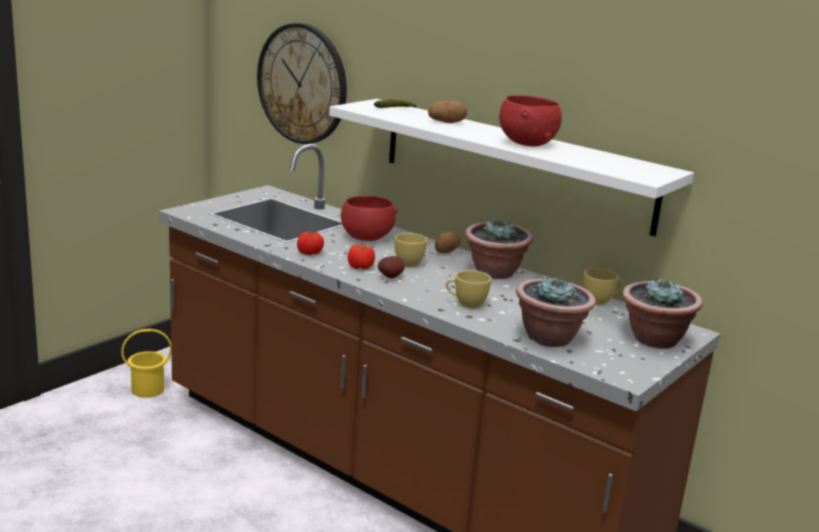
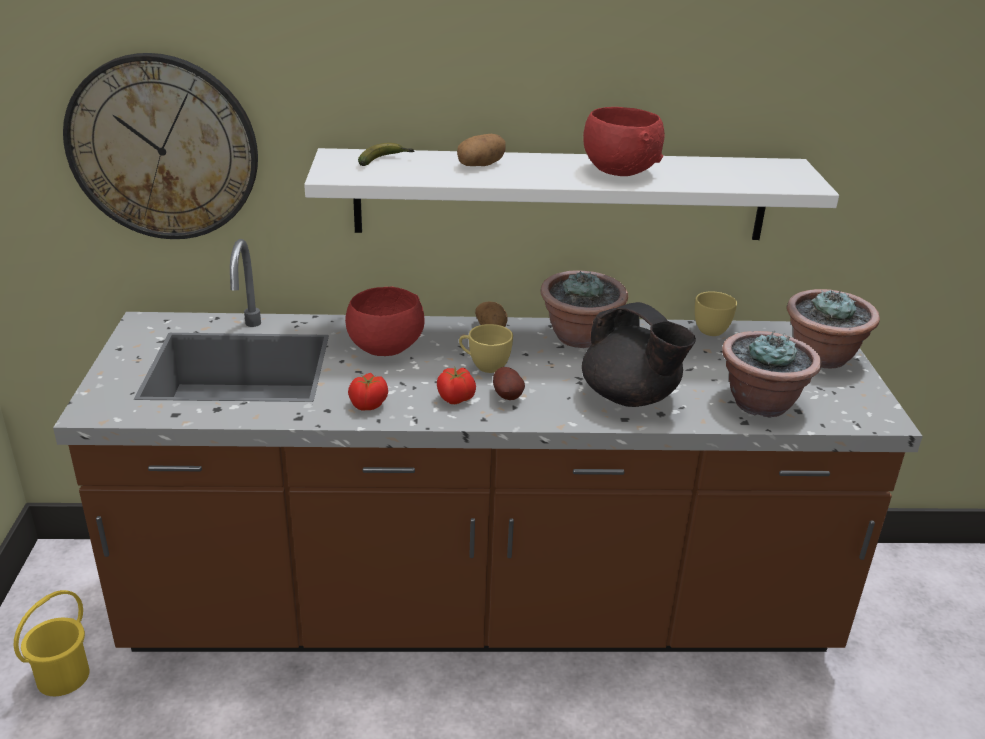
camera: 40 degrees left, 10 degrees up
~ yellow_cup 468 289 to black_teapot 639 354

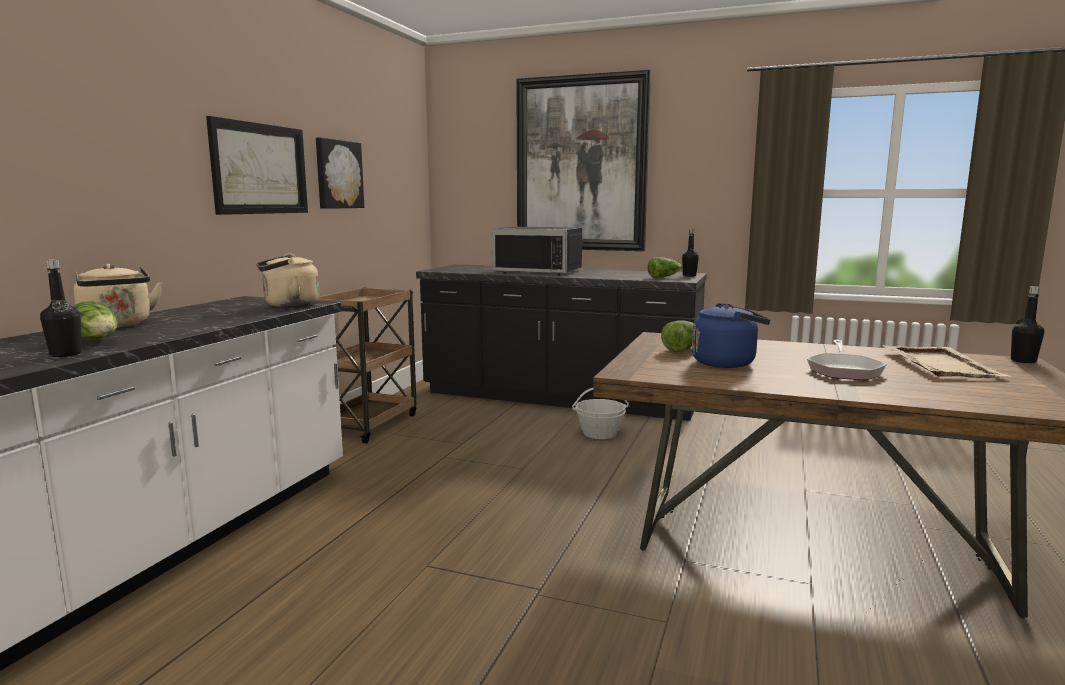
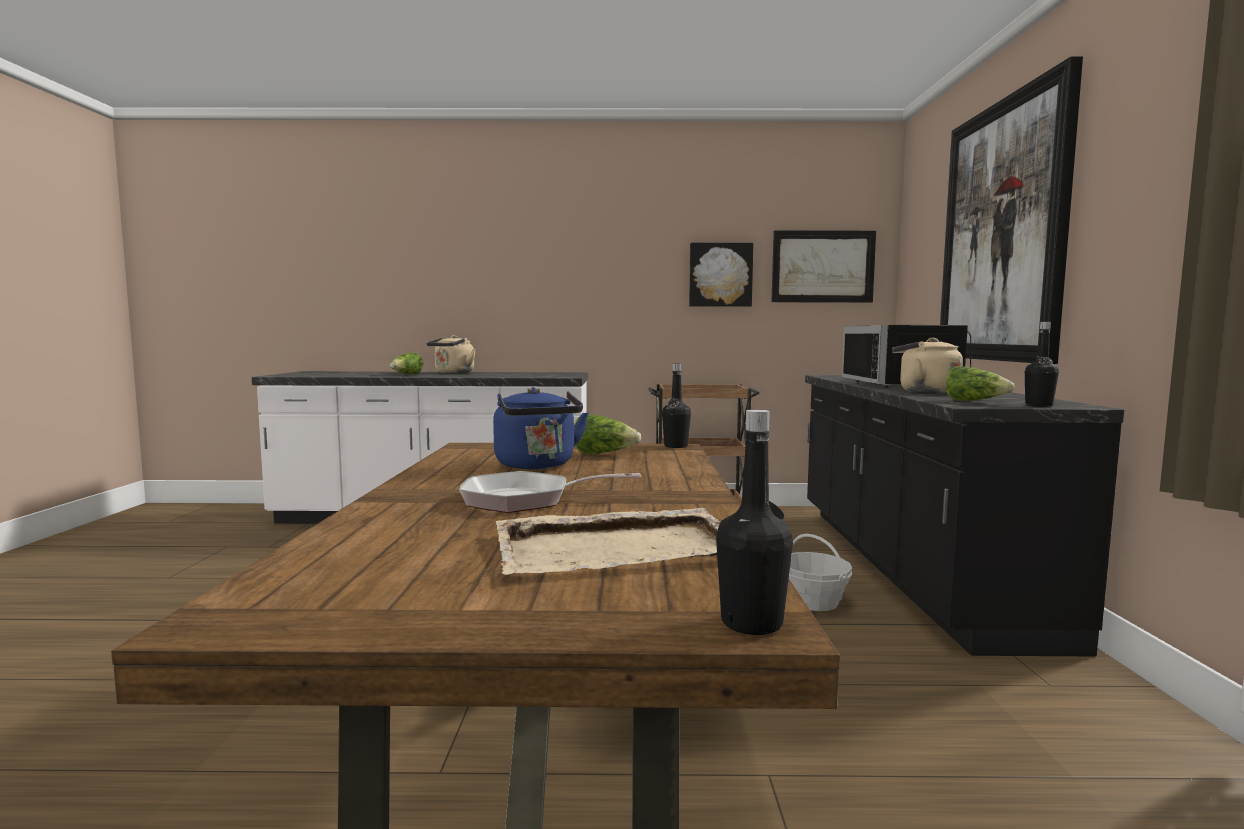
camera: 70 degrees right, 5 degrees down
~ black_bottle 61 308 to 676 405
~ picture 257 165 to 824 266
~ beige_kettle 288 280 to 927 366

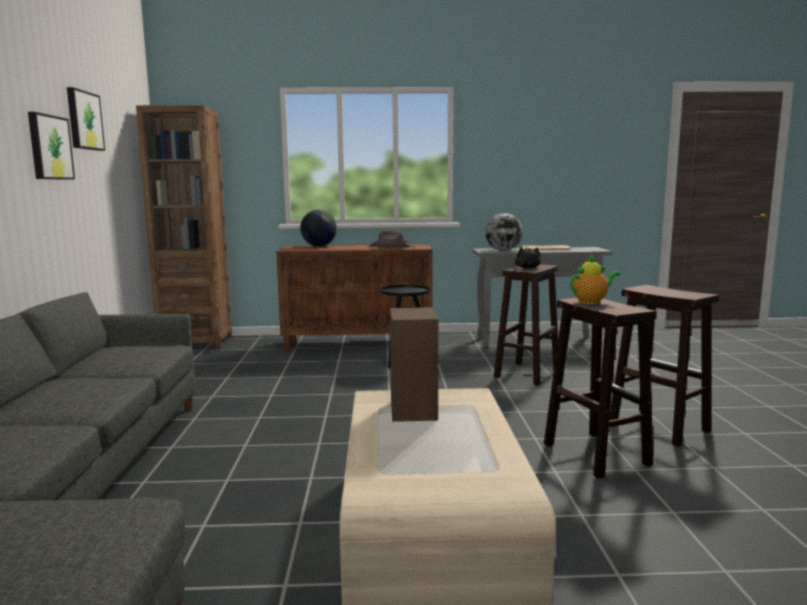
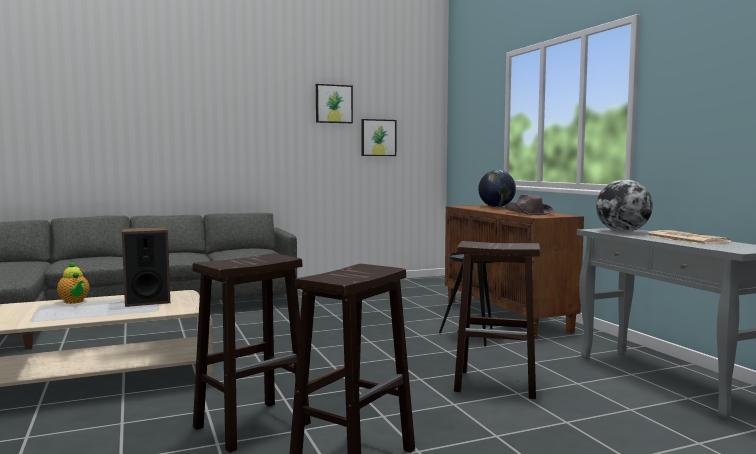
camera: 70 degrees right, 5 degrees down
~ teapot 595 279 to 73 282
~ picture 51 146 to 378 137
- brown_bookcase 184 227
- black_plush_toy 528 258

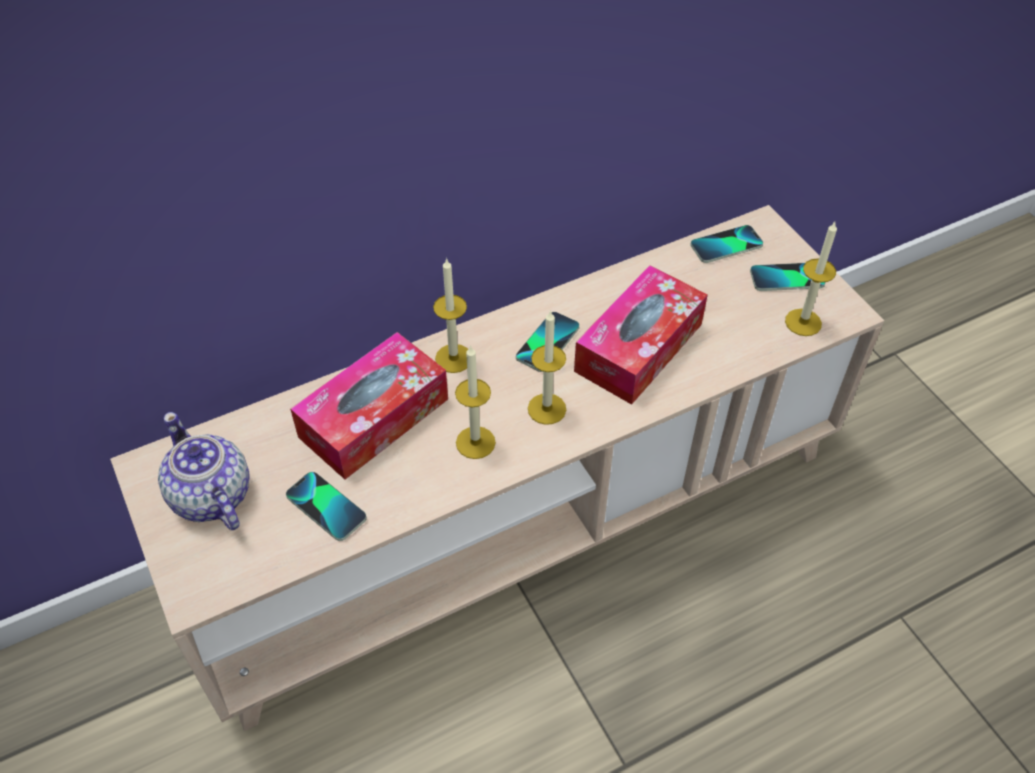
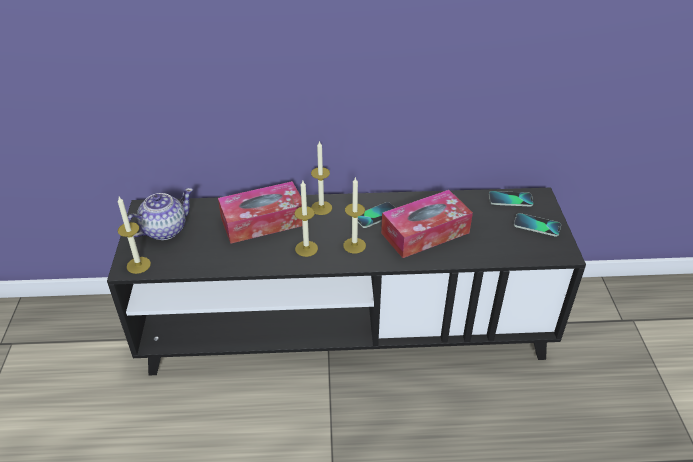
camera: 25 degrees right, 10 degrees down
~ beige_tv_stand 497 468 to black_tv_stand 346 281
~ candle 811 279 to 134 235
~ teapot 204 471 = 160 214 60 degrees clockwise
- phone 326 506

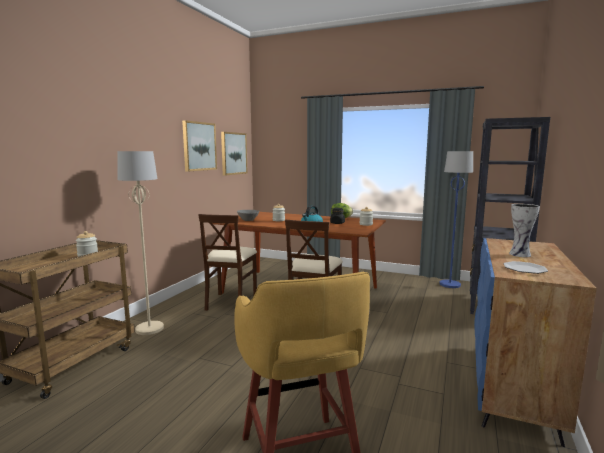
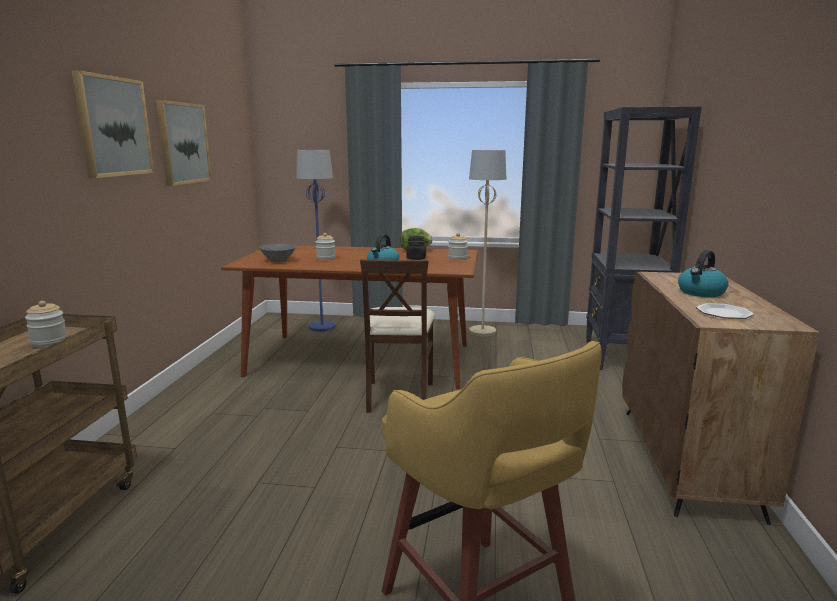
camera: 15 degrees left, 5 degrees up
~ picture 234 154 to 113 124
~ blue_floor_lamp 456 219 to 315 241
~ beige_floor_lamp 141 243 to 487 243
~ blue_cabinet 535 342 to brown_cabinet 721 398
~ vase 524 230 to kettle 703 273
- beige_chair 227 262

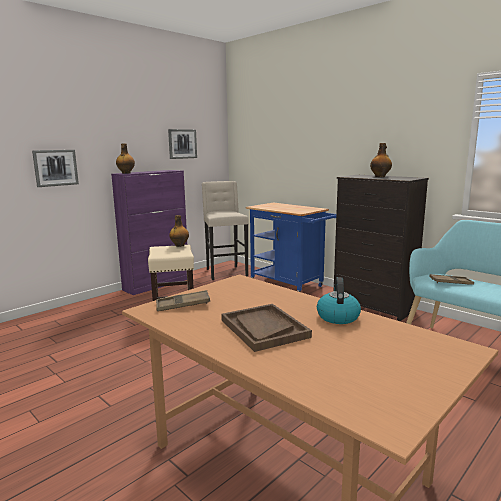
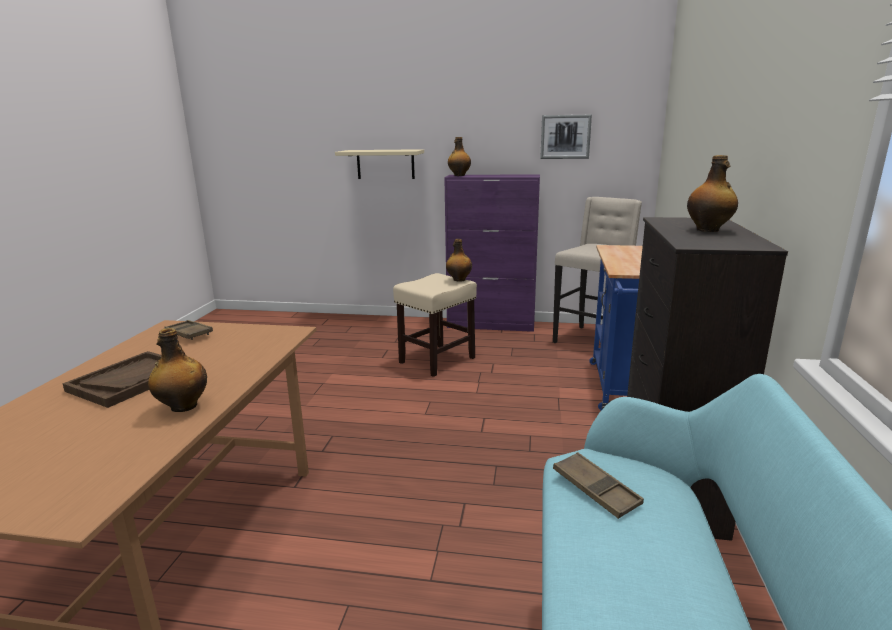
camera: 55 degrees right, 5 degrees up
~ kettle 339 300 to bottle 177 370
~ picture 55 168 to beige_shelf 379 164

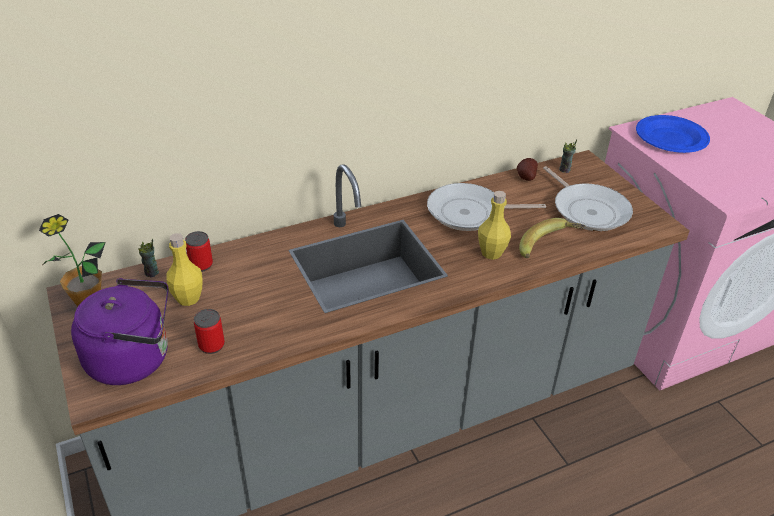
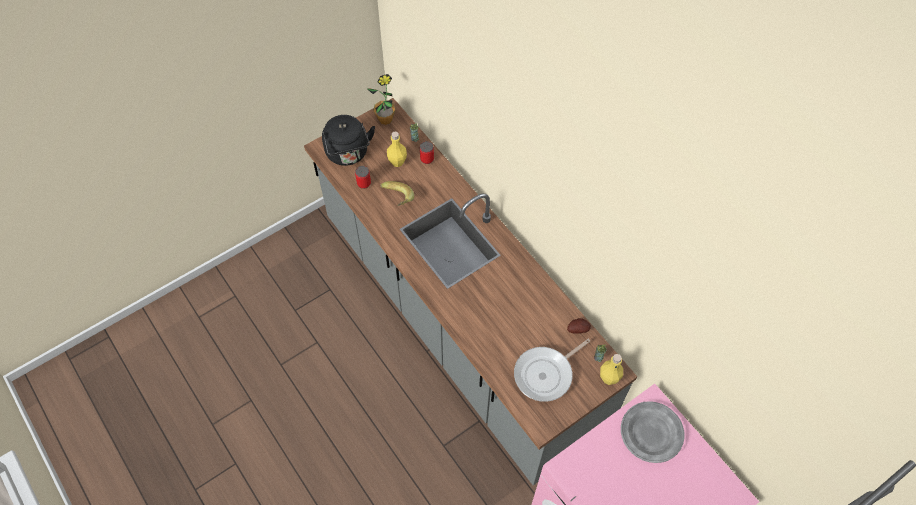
camera: 80 degrees right, 20 degrees up
~ purple_kettle 120 331 to black_kettle 348 140
~ banana 552 238 to 397 193
~ yellow_bottle 494 225 to 611 369
~ blue_plate 673 134 to grey_plate 653 432
- frying_pan 486 207

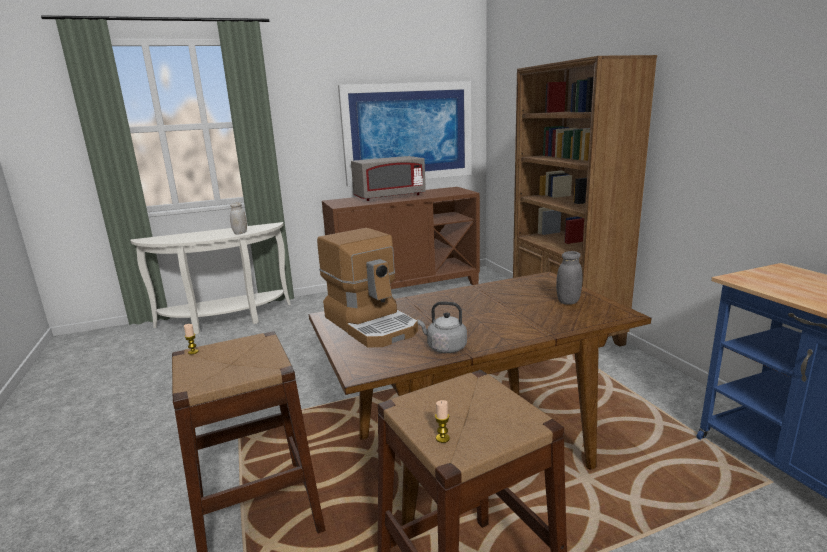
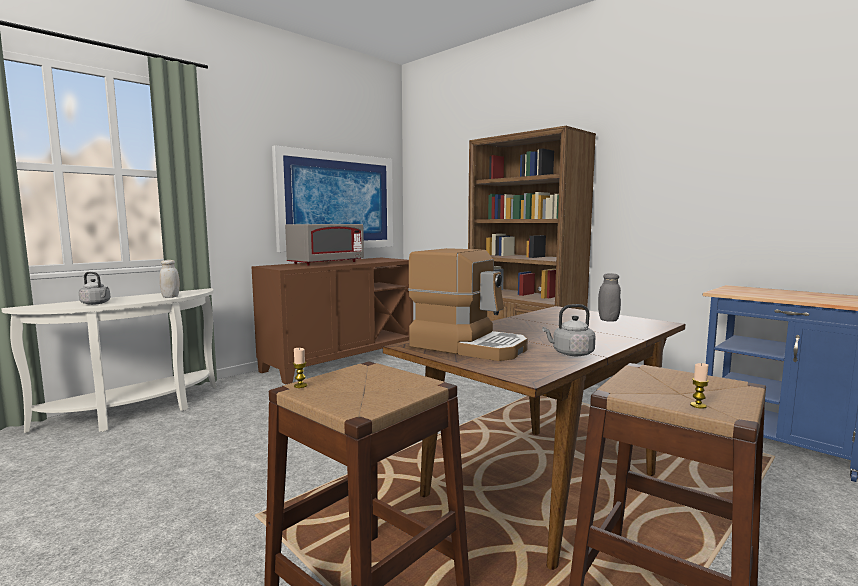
camera: 25 degrees left, 10 degrees down
+ grey_kettle 95 288

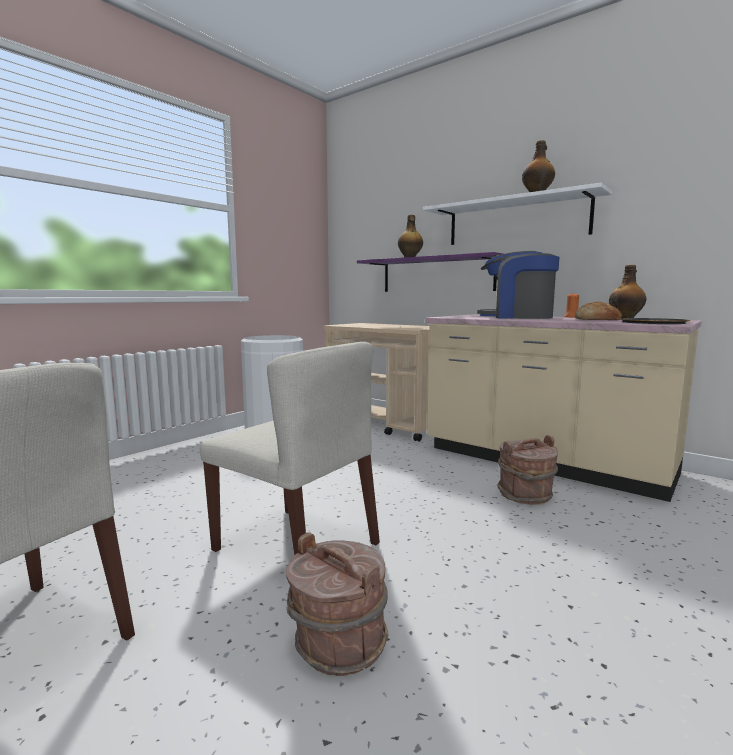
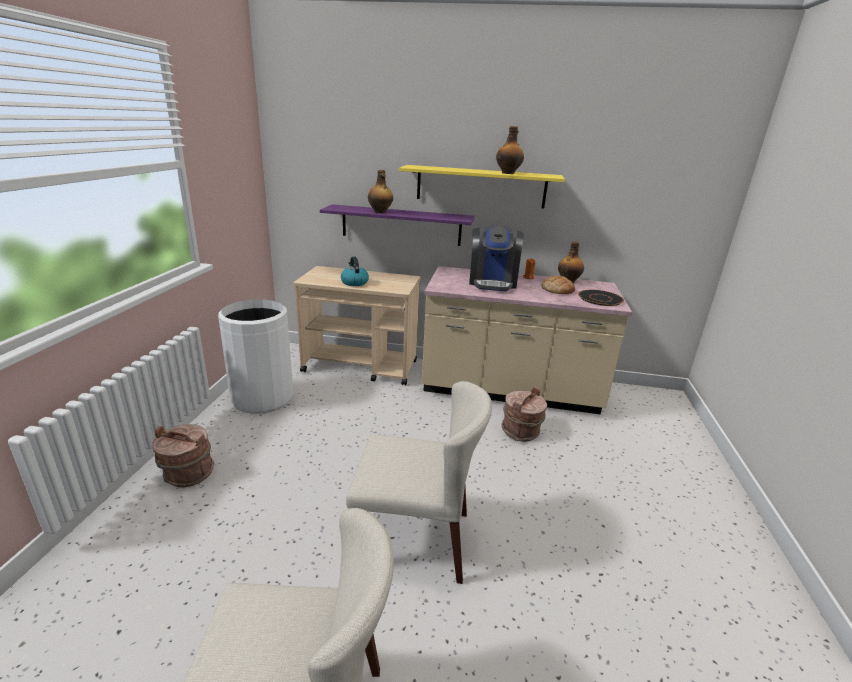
camera: 30 degrees left, 15 degrees up
~ brown_bucket 337 604 to 183 455
+ kettle 355 271
~ white_shelf 517 214 to yellow_shelf 482 187
~ coffee_machine 518 285 = 496 258 75 degrees counterclockwise

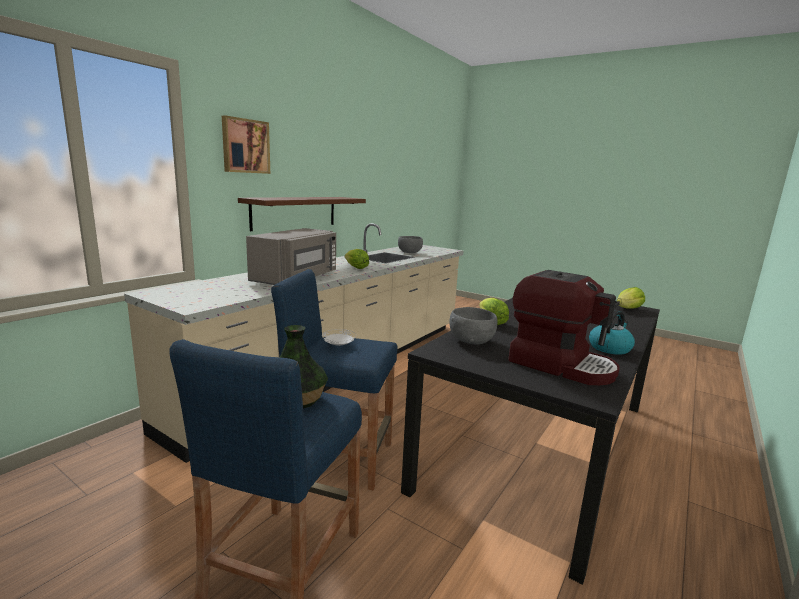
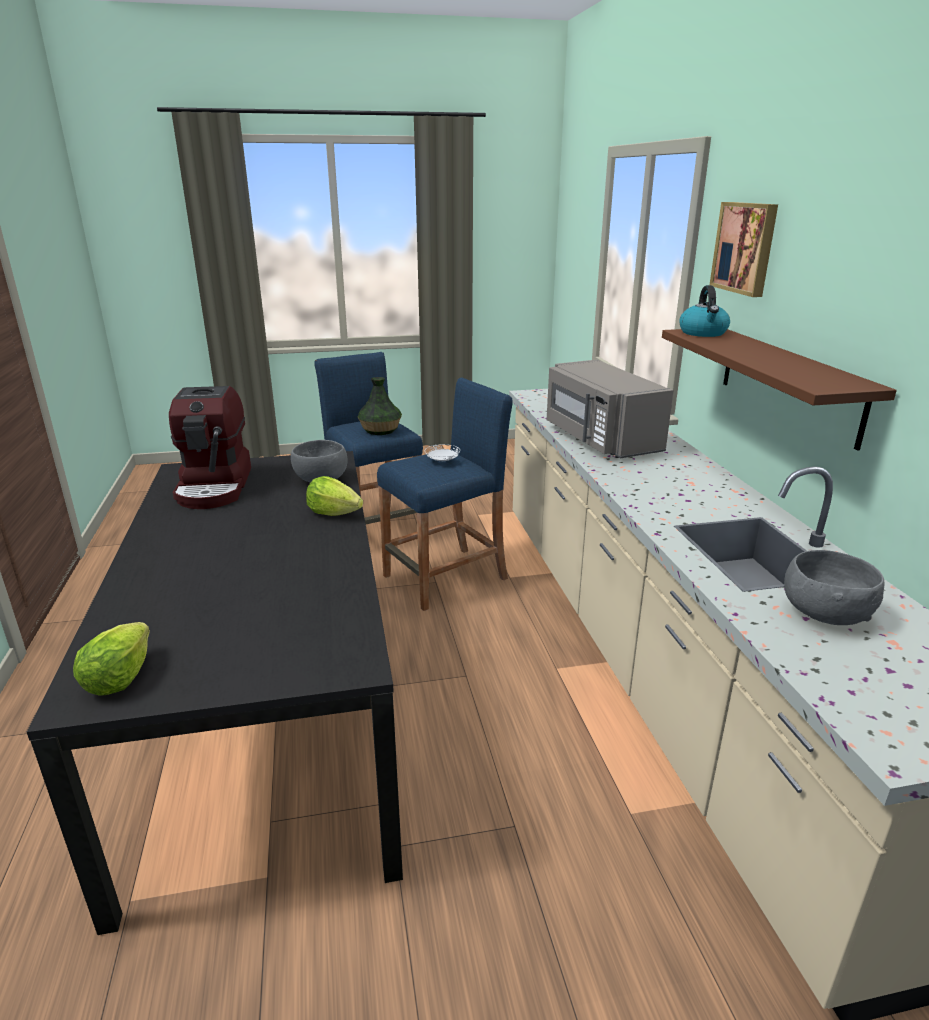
camera: 135 degrees right, 10 degrees up
~ coffee_machine 564 327 = 210 447 90 degrees counterclockwise
~ kettle 612 332 to 704 311
- lettuce 357 259

